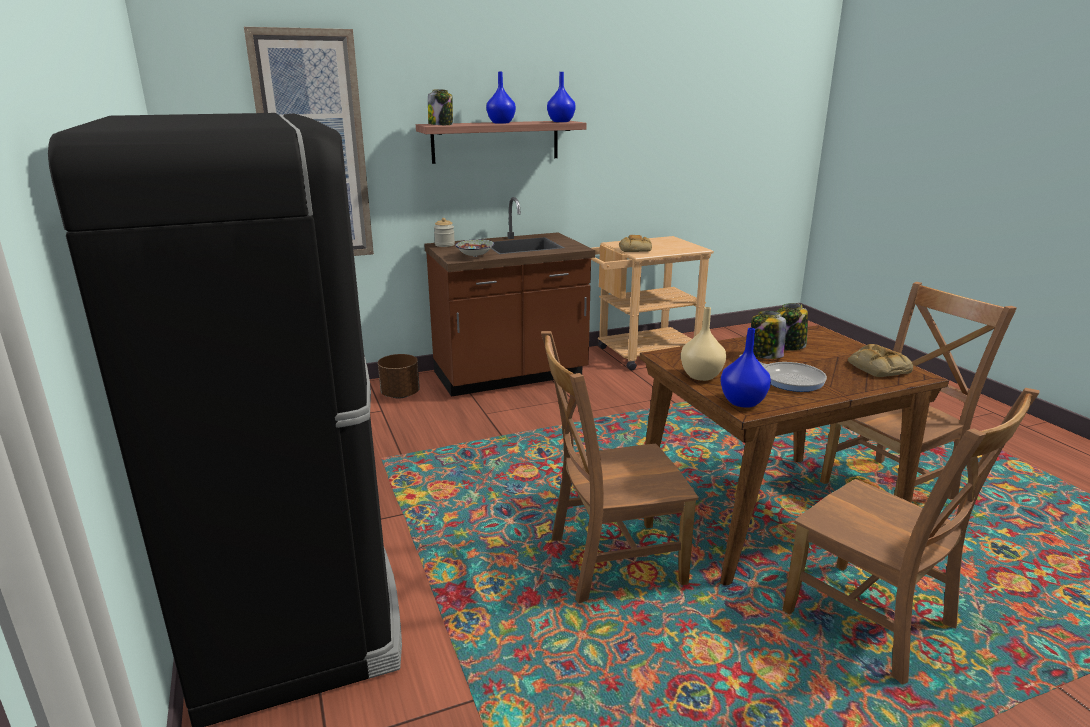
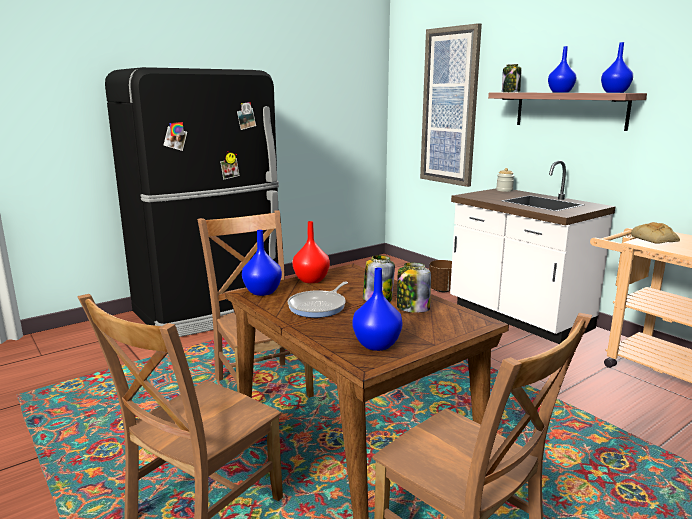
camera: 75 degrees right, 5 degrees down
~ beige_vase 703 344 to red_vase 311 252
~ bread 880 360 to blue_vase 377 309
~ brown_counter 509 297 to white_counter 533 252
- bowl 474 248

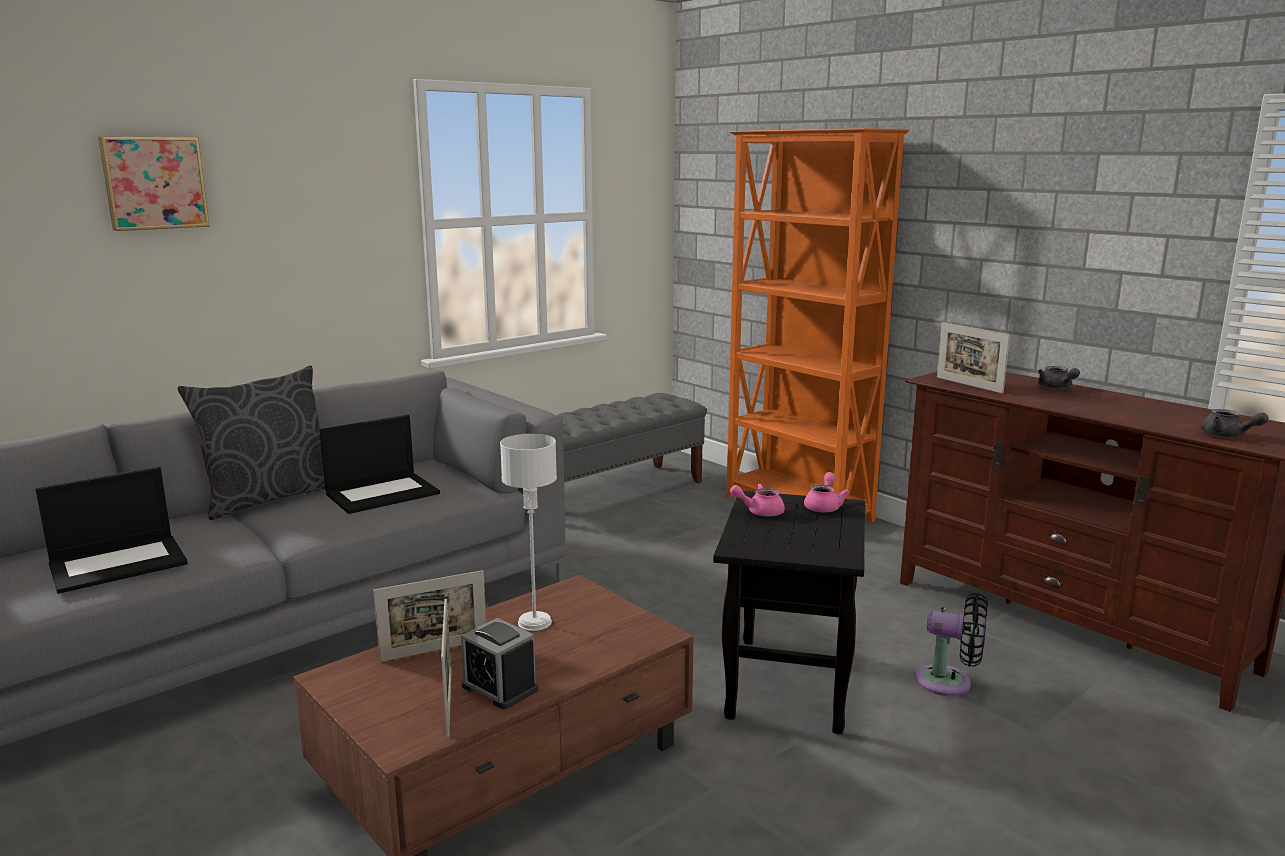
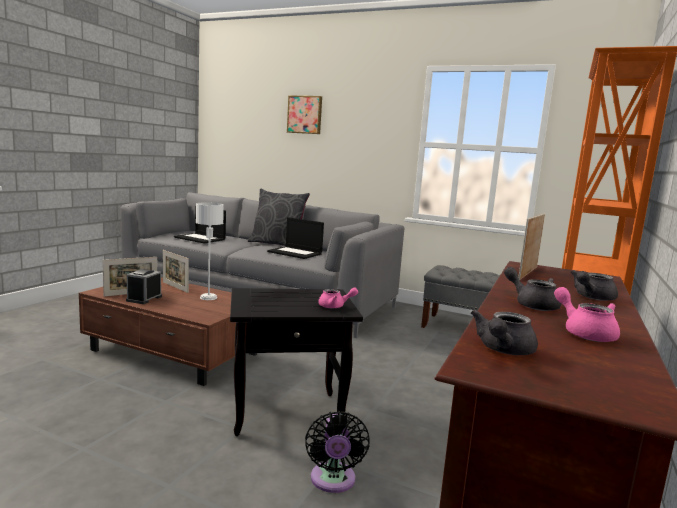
camera: 65 degrees right, 5 degrees down
+ grey_teapot 532 289
~ pink_teapot 757 500 to 587 314

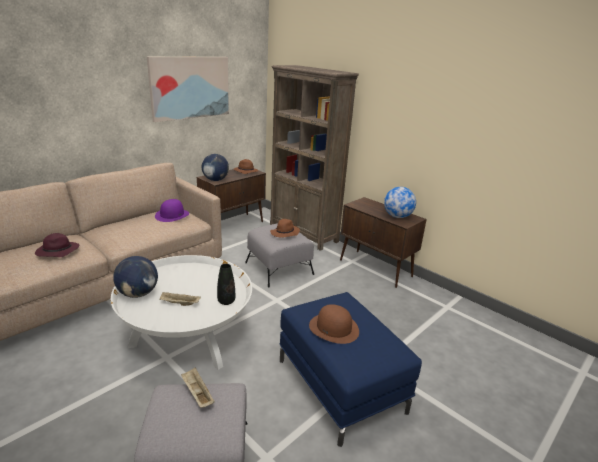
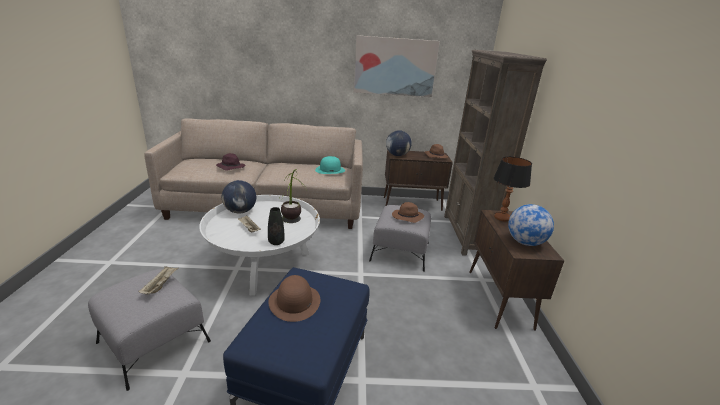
camera: 45 degrees right, 0 degrees up
+ potted_plant 293 196
~ purple_hat 172 210 to turquoise_hat 330 165
+ table_lamp 513 189

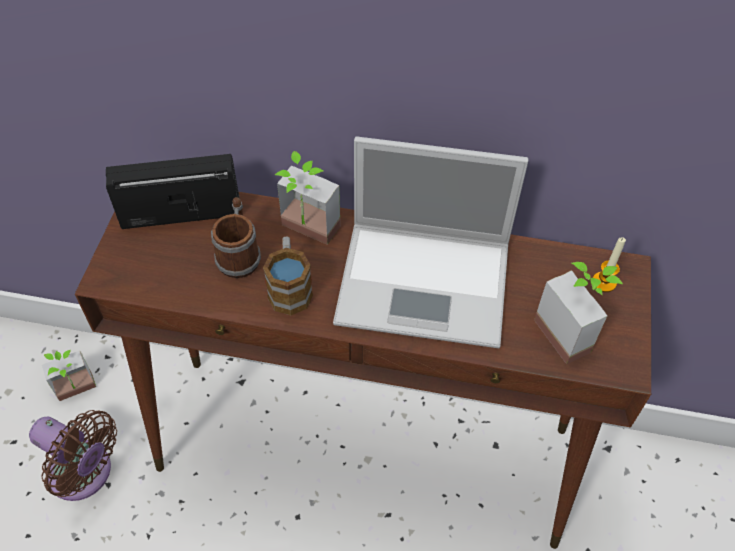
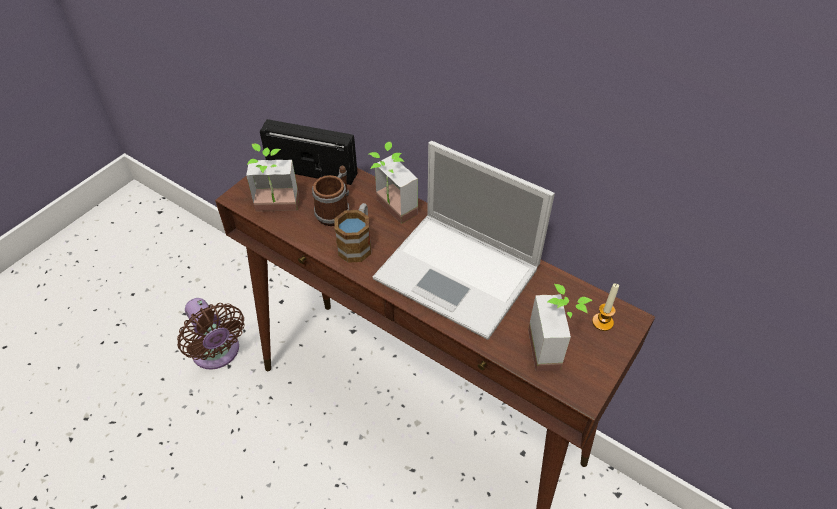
camera: 25 degrees right, 5 degrees down
~ potted_plant 69 375 to 272 177

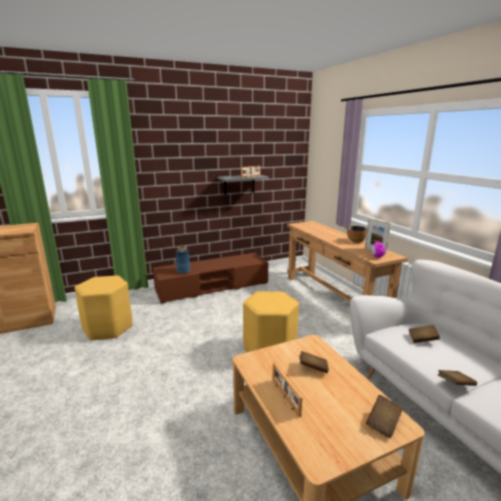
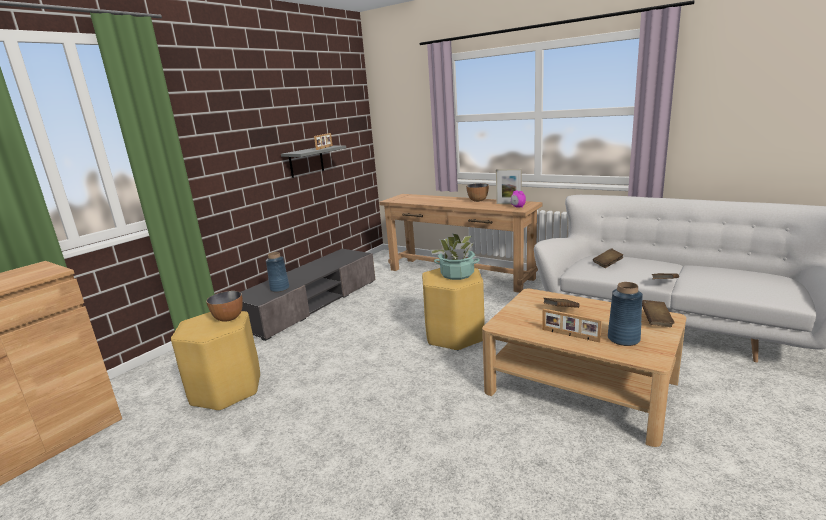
camera: 30 degrees left, 0 degrees up
+ bowl 224 306
~ brown_tv_stand 210 278 to grey_tv_stand 308 295
+ potted_plant 455 257
+ blue_vase 625 314

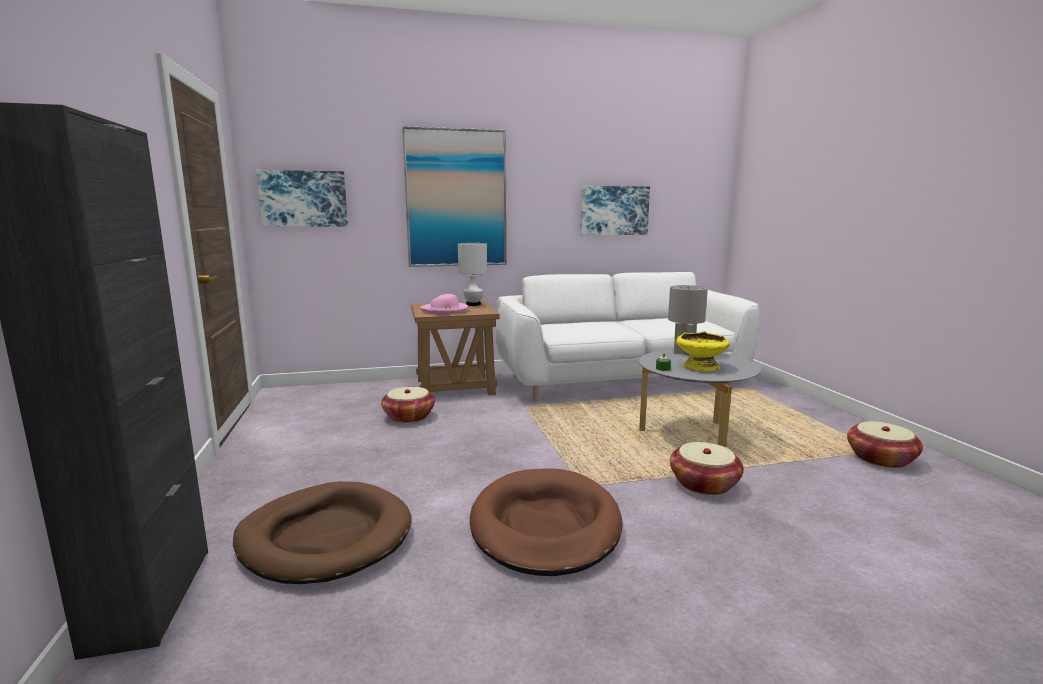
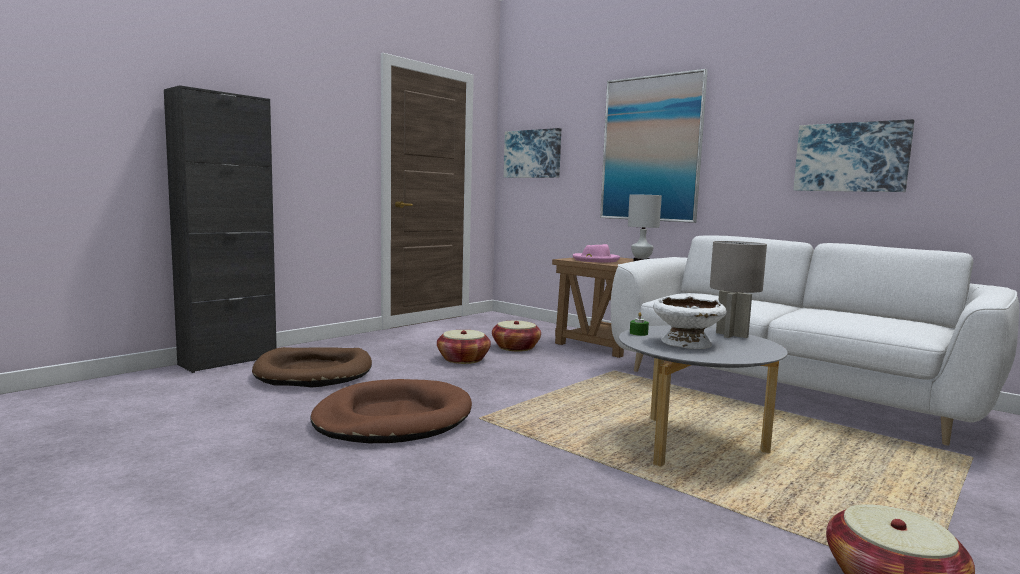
camera: 55 degrees right, 5 degrees down
~ basket 707 468 to 464 347
~ yellow_bowl 703 351 to white_bowl 690 322

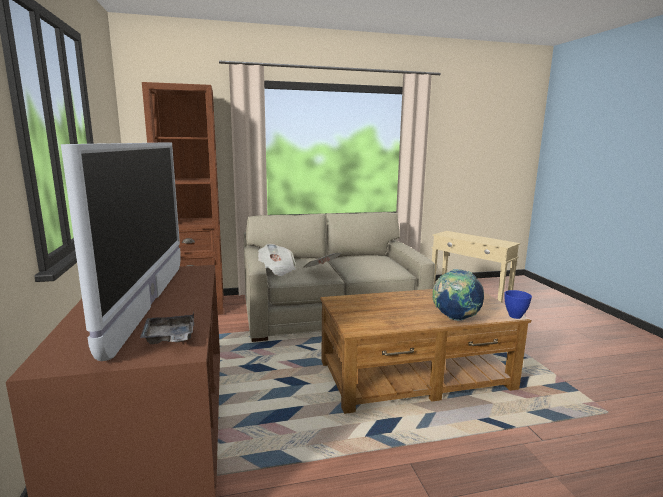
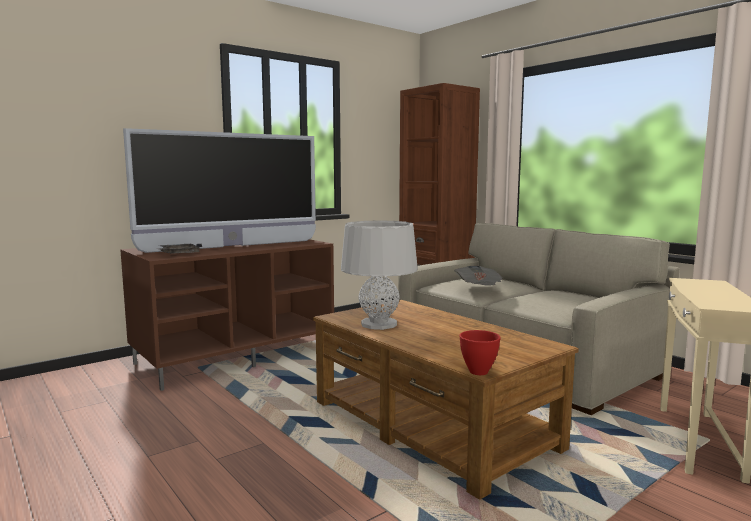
camera: 65 degrees right, 5 degrees down
+ grey_table_lamp 379 275
~ blue_bowl 518 304 to red_bowl 480 352
- newspaper 277 260
- globe 458 295

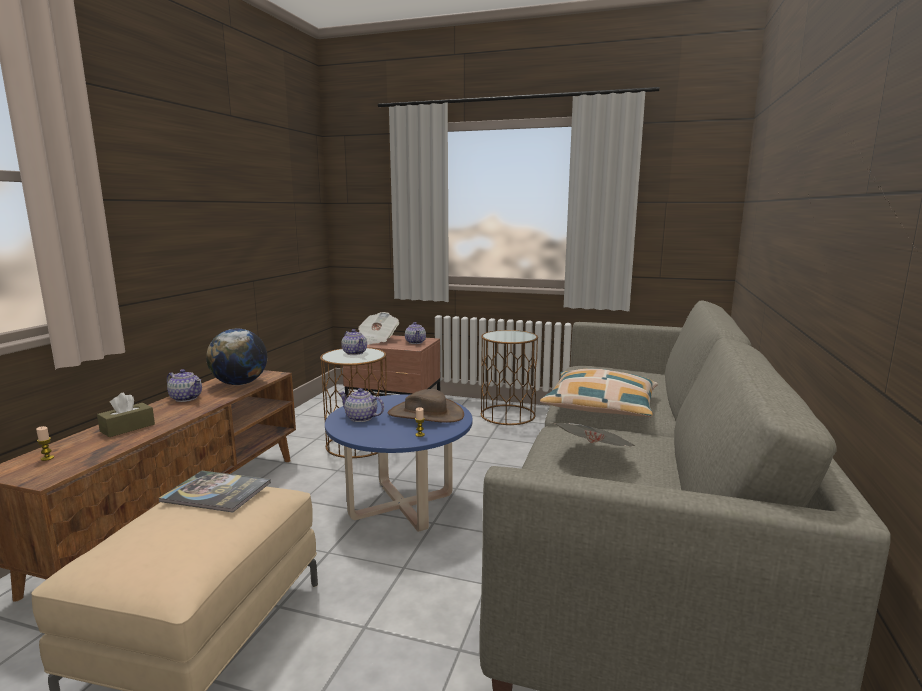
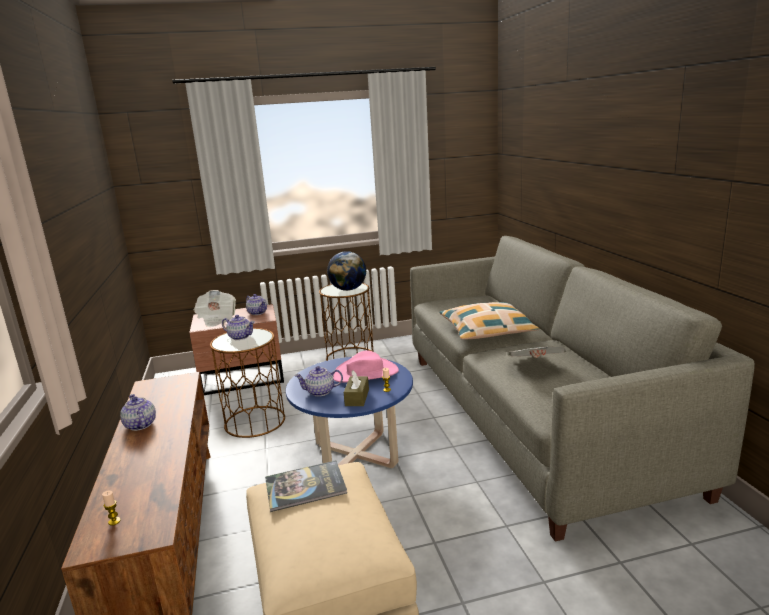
camera: 30 degrees left, 5 degrees up
~ teapot 184 385 = 138 412 120 degrees counterclockwise
~ globe 236 357 to 346 271
~ brown_hat 426 406 to pink_hat 366 366
~ brown_tissue_box 126 415 to 356 388

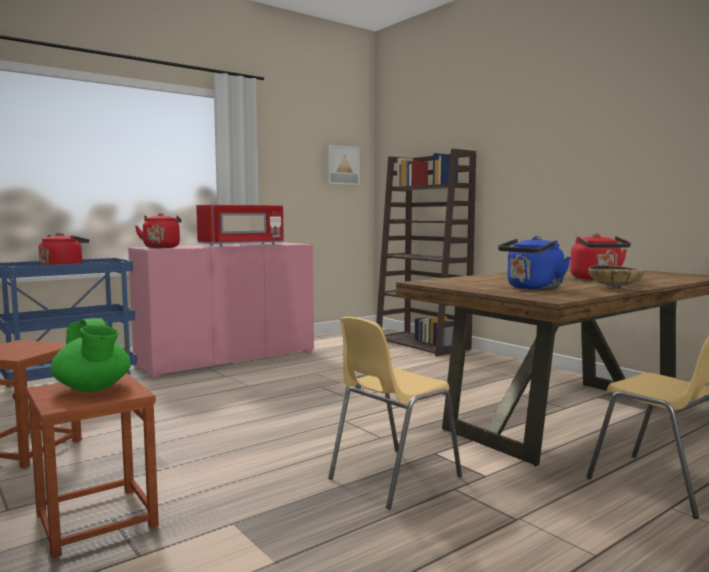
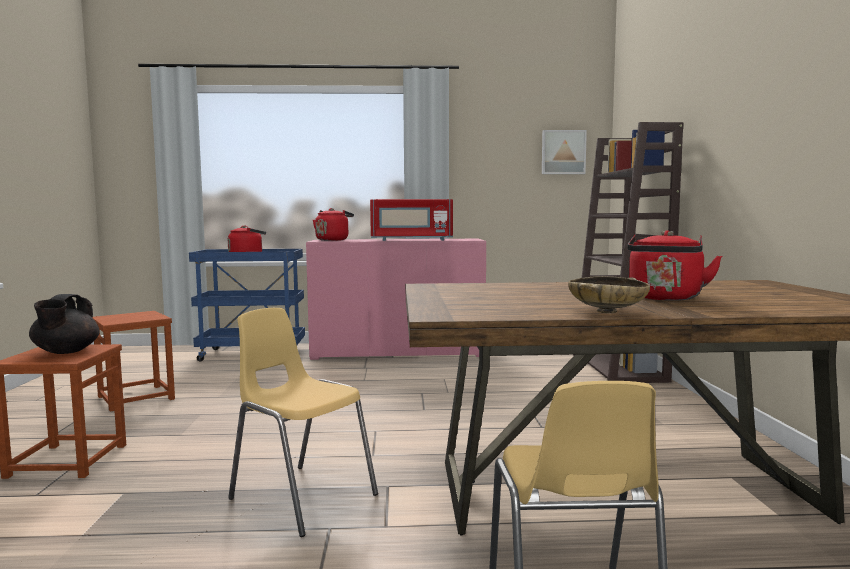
camera: 35 degrees right, 0 degrees up
~ green_teapot 90 355 to black_teapot 64 324
~ yellow_chair 395 413 = 303 422 45 degrees clockwise
- blue_kettle 534 263

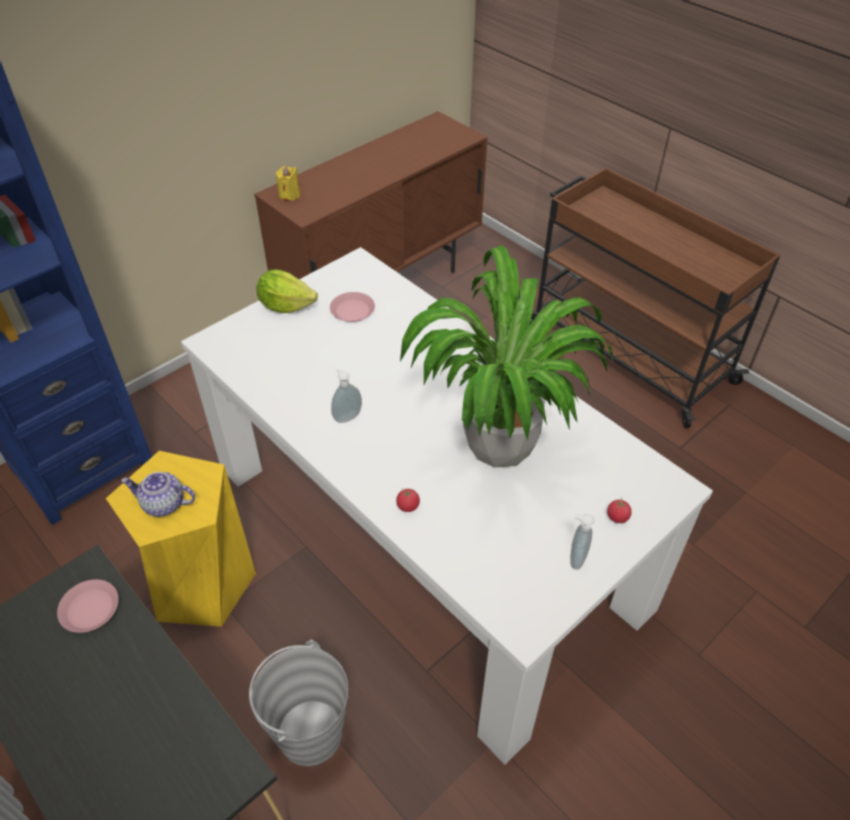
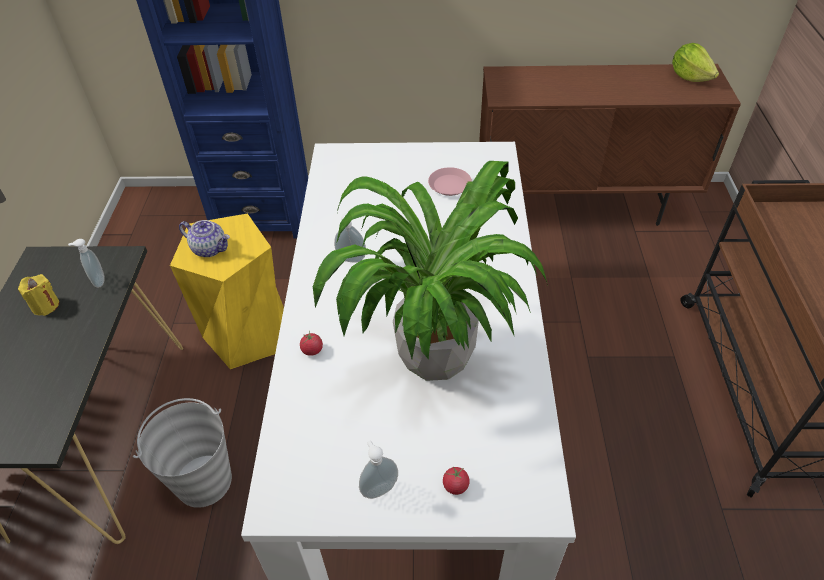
camera: 45 degrees right, 0 degrees up
~ yellow_candle 288 183 to 38 295
~ pink_plate 88 606 to soap_dispenser 86 263
~ teapot 158 494 = 204 238 150 degrees clockwise
~ lettuce 287 291 to 695 62

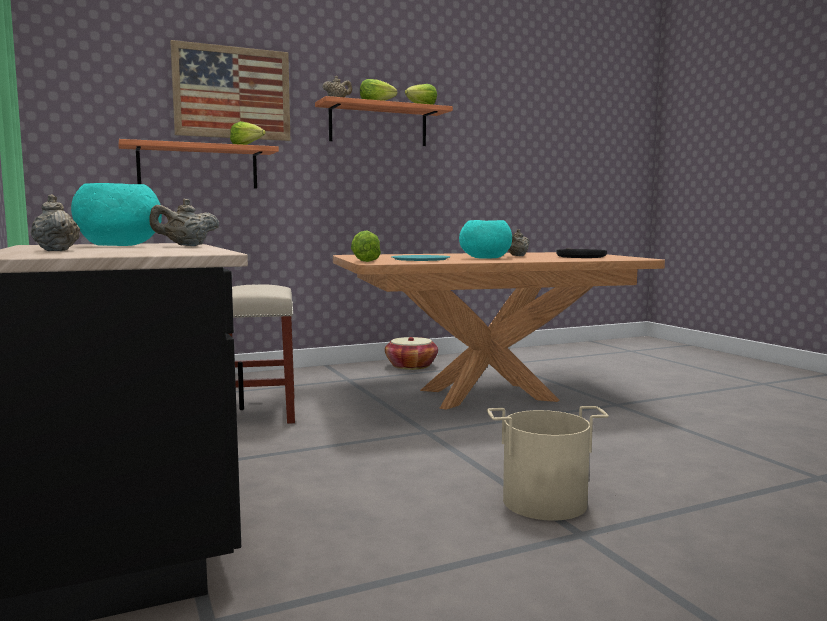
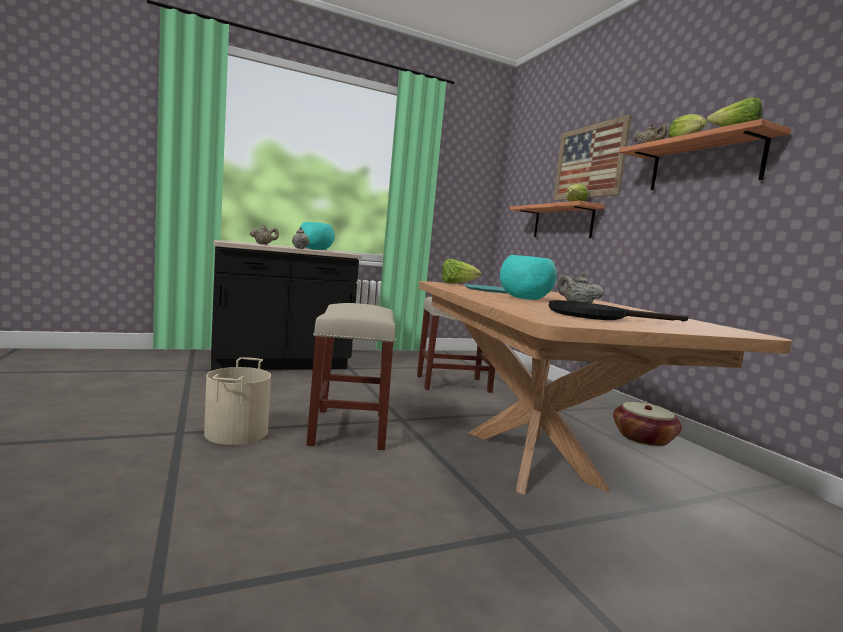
camera: 90 degrees right, 0 degrees up
+ beige_stool 351 376

